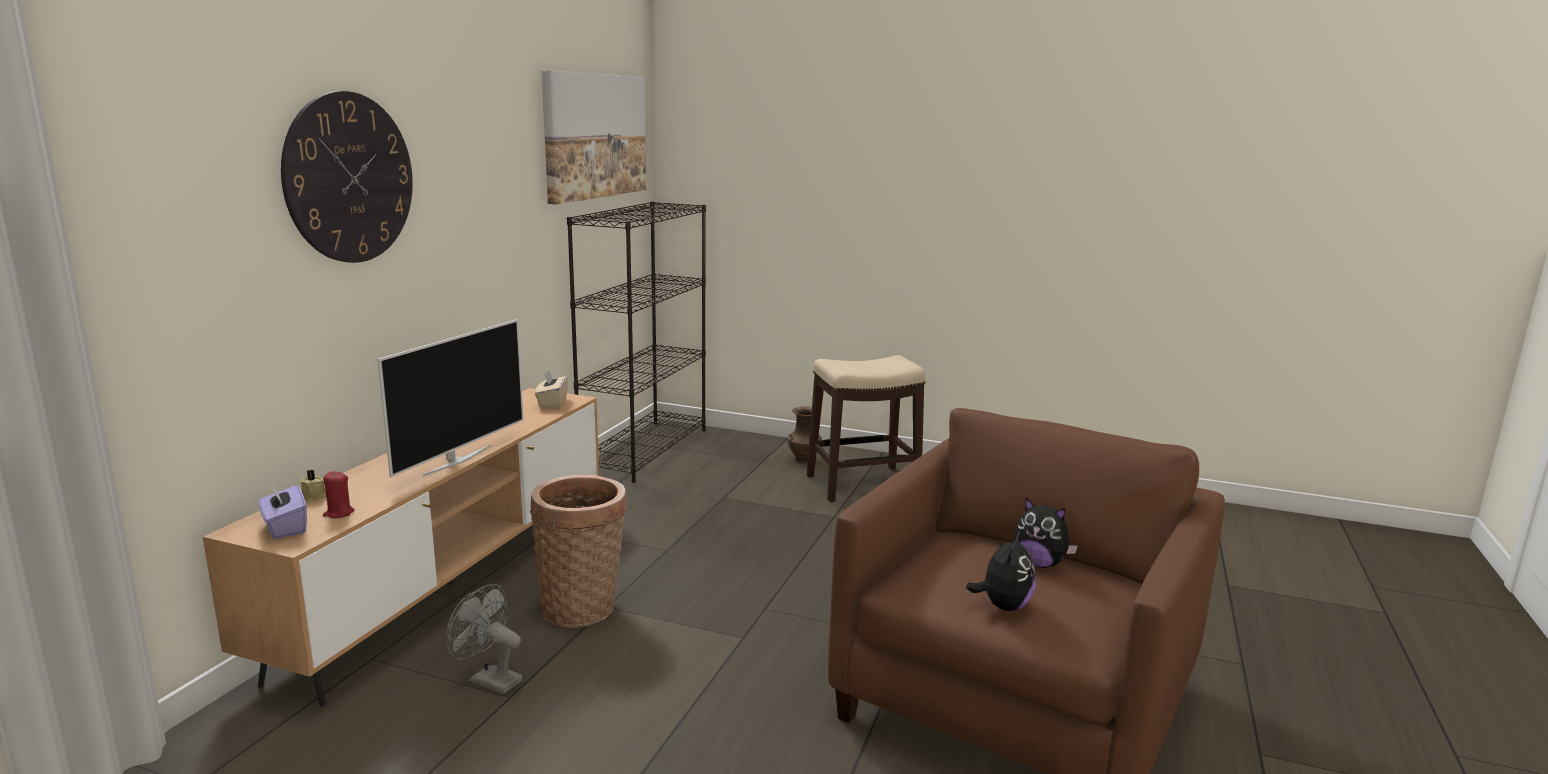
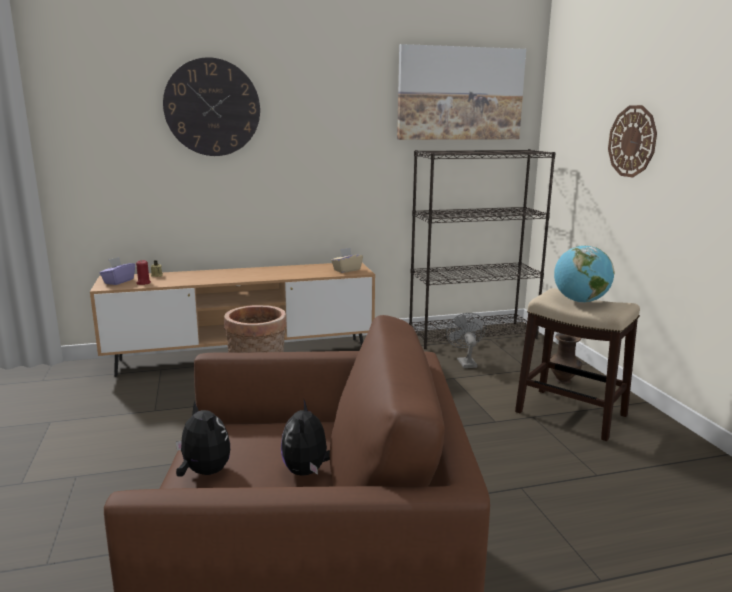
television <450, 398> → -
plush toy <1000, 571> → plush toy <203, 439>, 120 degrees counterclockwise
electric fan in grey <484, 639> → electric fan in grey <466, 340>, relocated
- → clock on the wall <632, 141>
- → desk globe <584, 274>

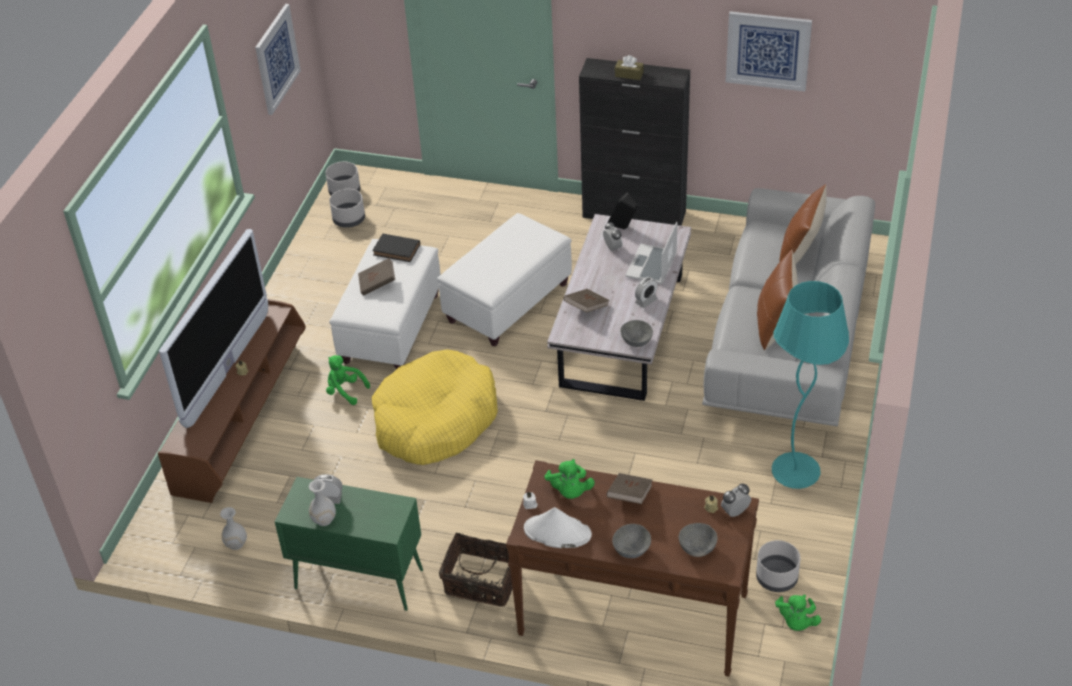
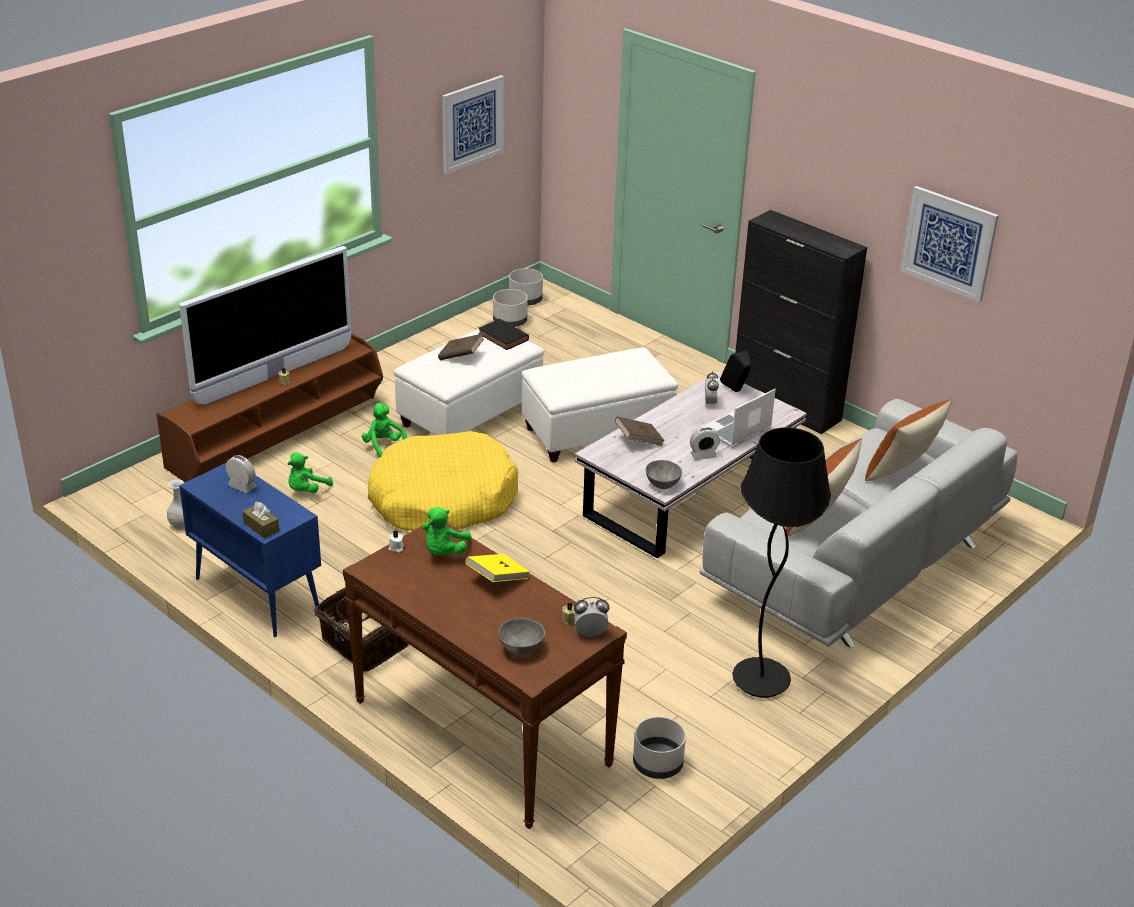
tissue box in brown-coloured <629, 67> → tissue box in brown-coloured <261, 520>, relocated
floor lamp in blue-green <810, 385> → floor lamp in black <781, 563>
bound book in brown-coloured <629, 488> → bound book in yellow <498, 568>
cupboard in greenish <349, 544> → cupboard in blue-coloured <250, 550>
vase in white-coloured <322, 503> → -
hat in white-coloured <558, 527> → -
serving bowl in grey <631, 541> → -
plush toy in greenish <798, 612> → plush toy in greenish <310, 472>, relocated

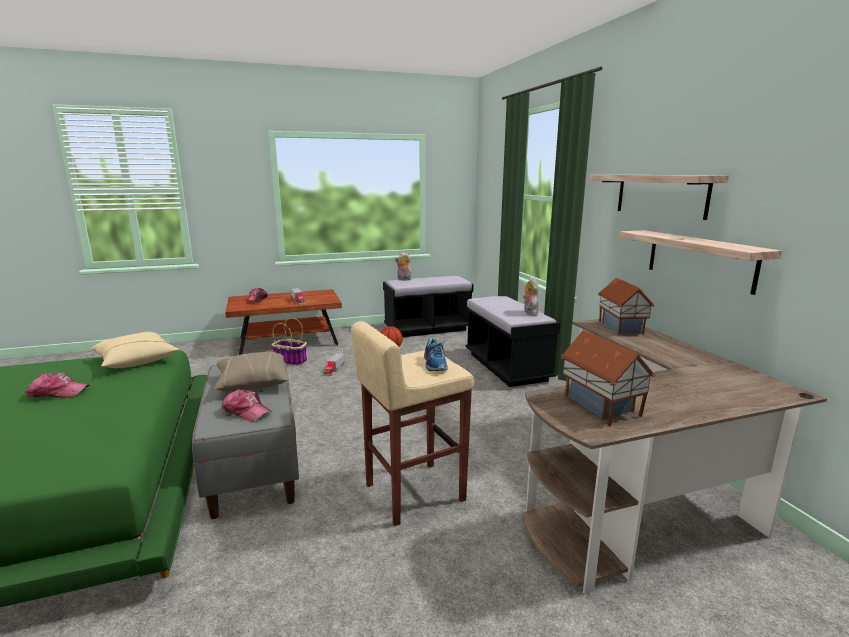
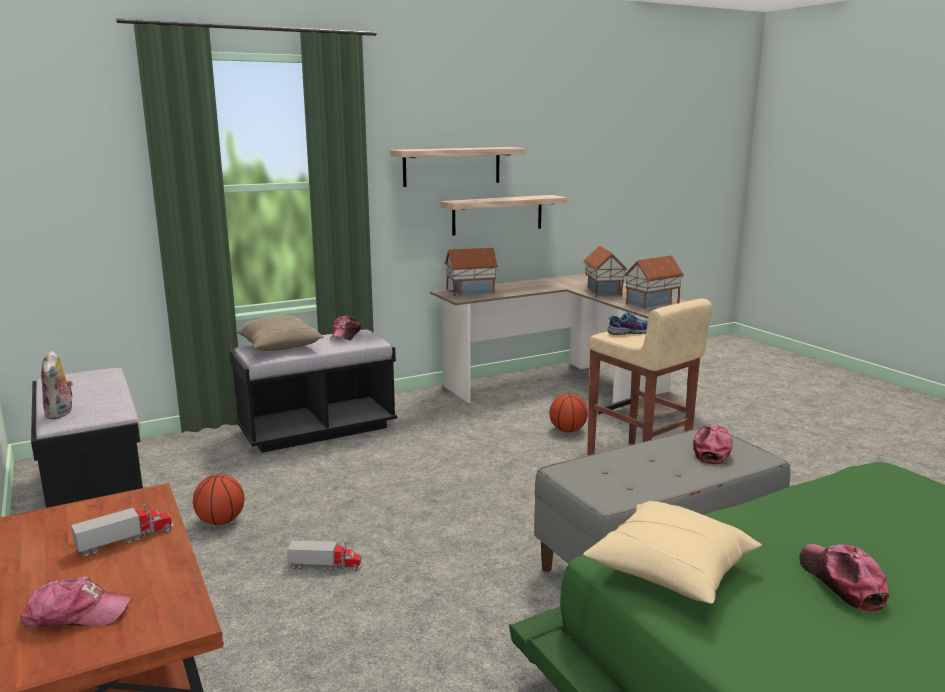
plush toy <531, 296> → peaked cap <346, 327>
basket <289, 342> → -
throw pillow in sand-coloured <251, 371> → throw pillow in sand-coloured <279, 333>, relocated
- → model house <605, 271>
- → basketball ball <568, 412>

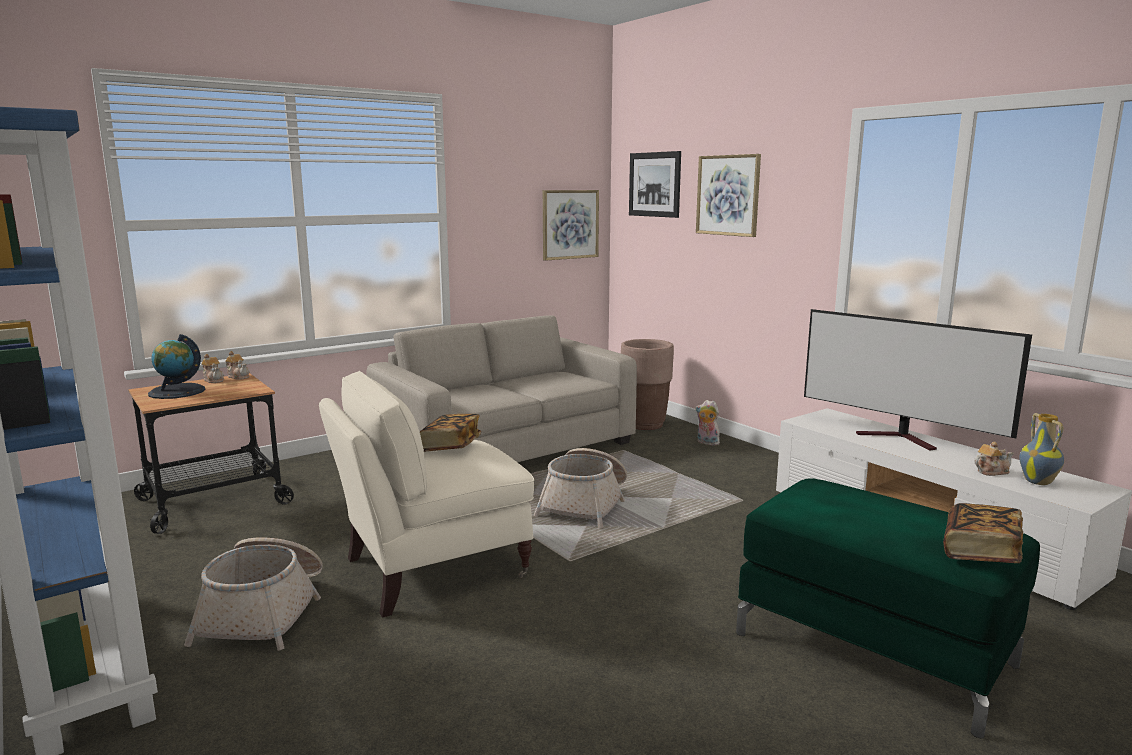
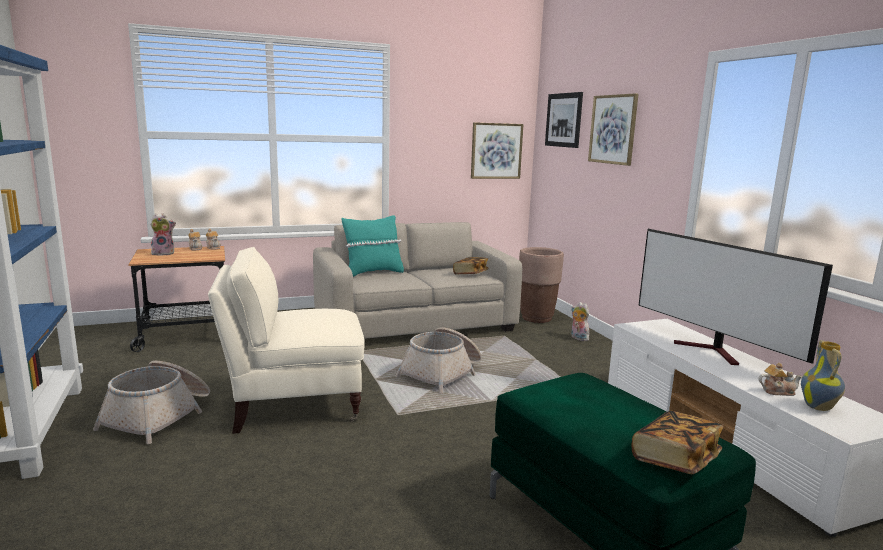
desk globe <177, 366> → plush toy <163, 234>
bound book <450, 433> → bound book <470, 265>, relocated
- → throw pillow in blue-green <373, 246>

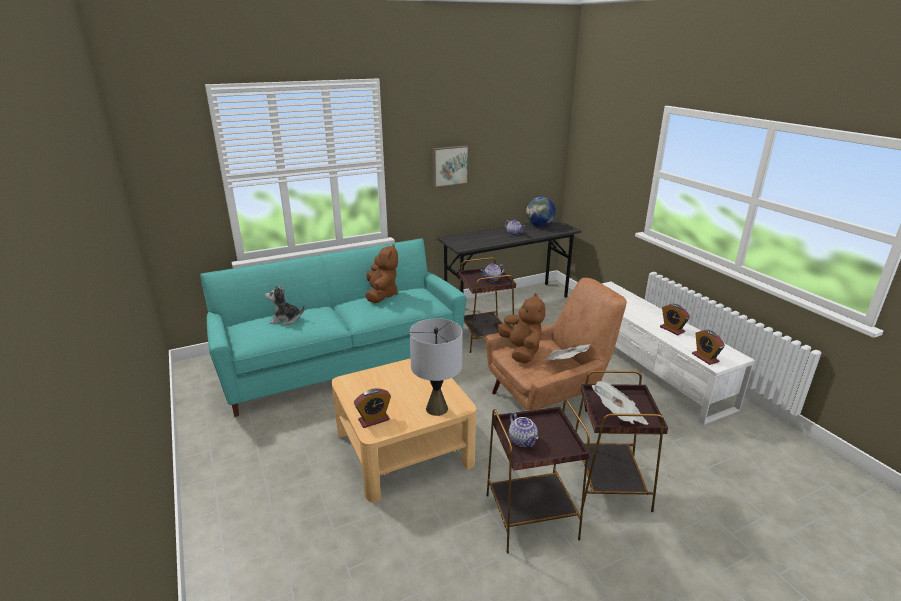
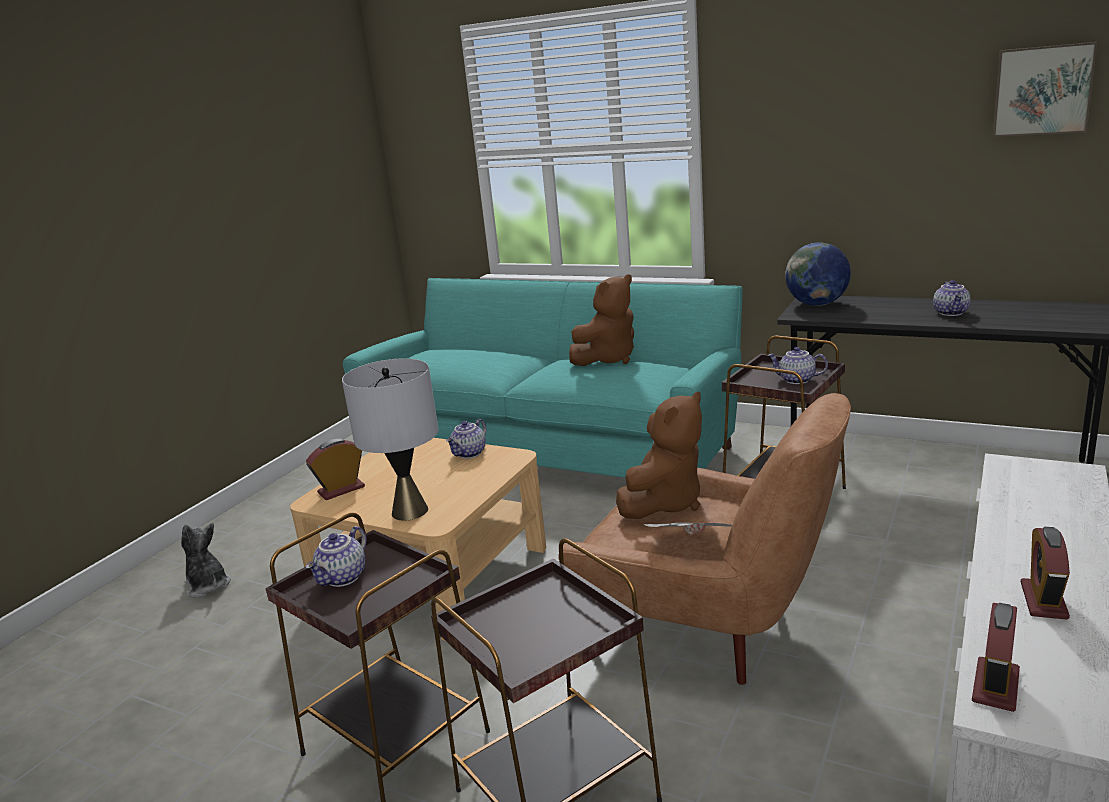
picture <450, 166> → picture <1045, 89>, relocated
desk globe <541, 212> → desk globe <818, 274>, relocated
plush toy <285, 304> → plush toy <205, 560>, relocated
printed paper <620, 403> → -
bedside clock <372, 408> → bedside clock <335, 469>, 120 degrees clockwise
- → teapot <466, 438>

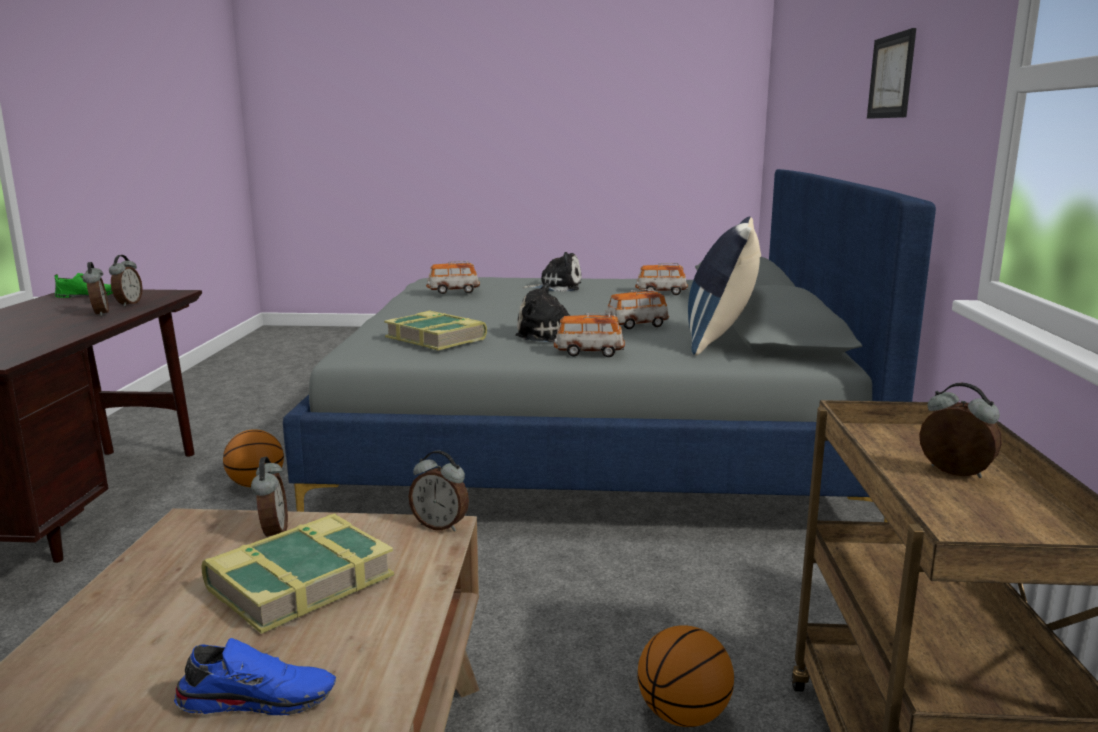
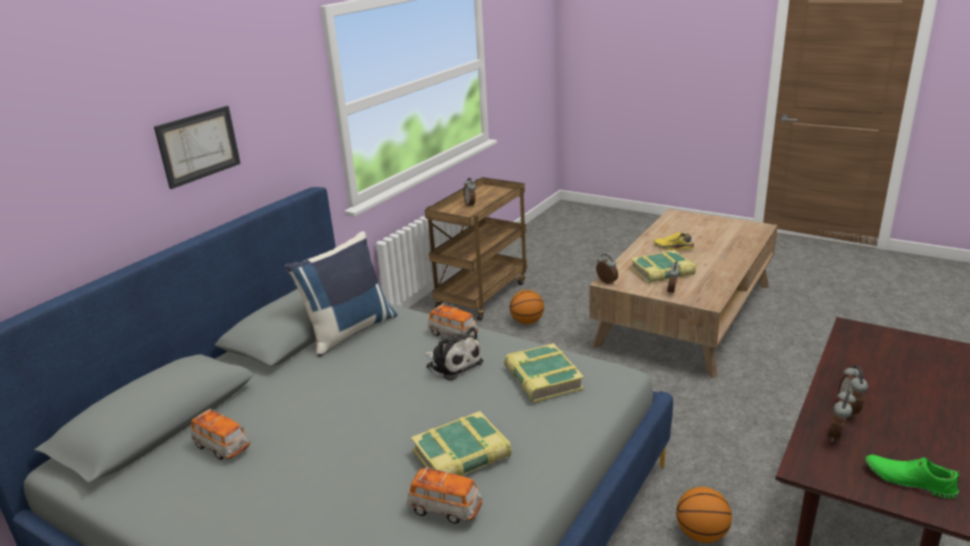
plush toy <552, 272> → -
model car <637, 309> → -
shoe in blue-coloured <255, 676> → shoe in yellow <674, 241>
- → bound book <461, 443>

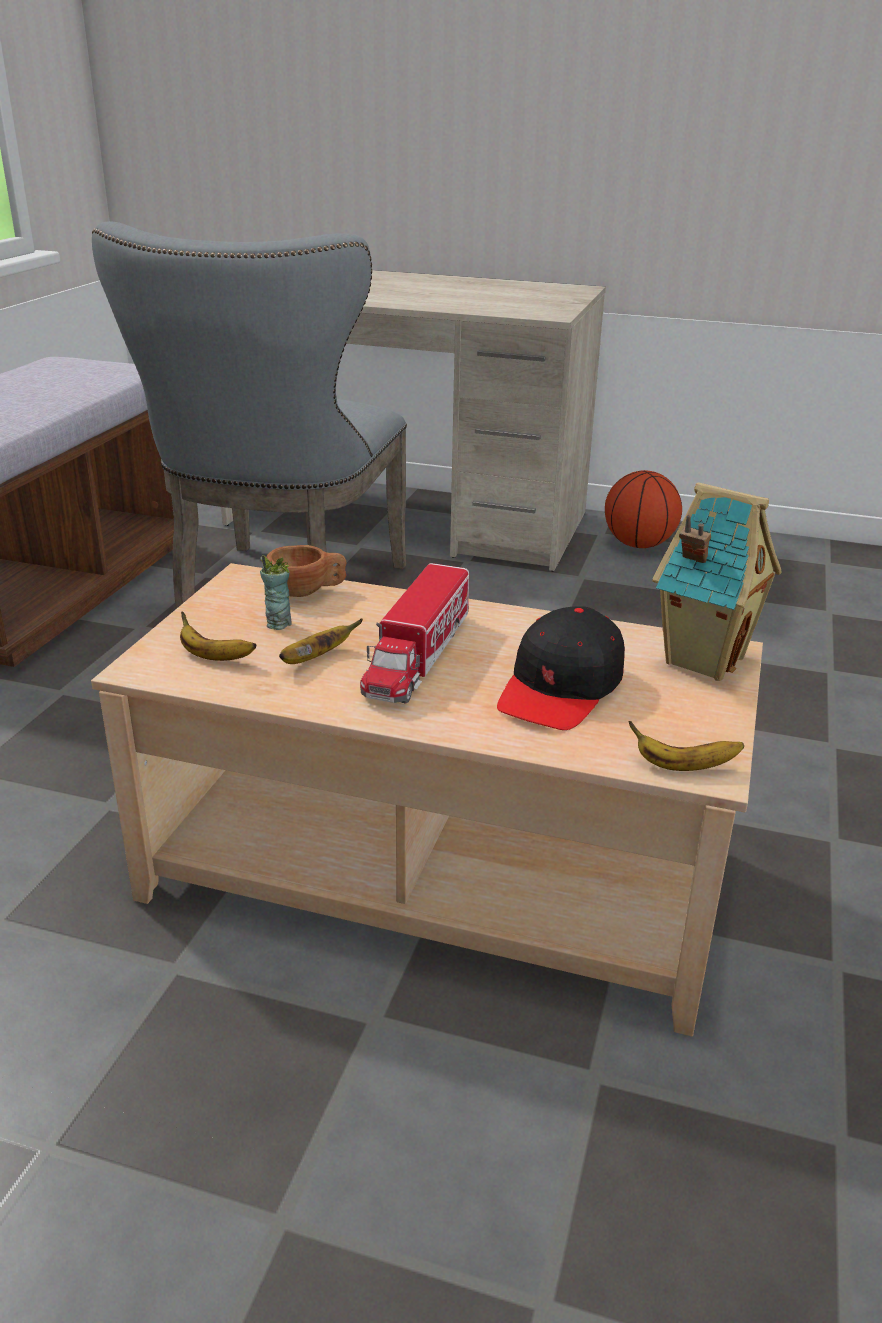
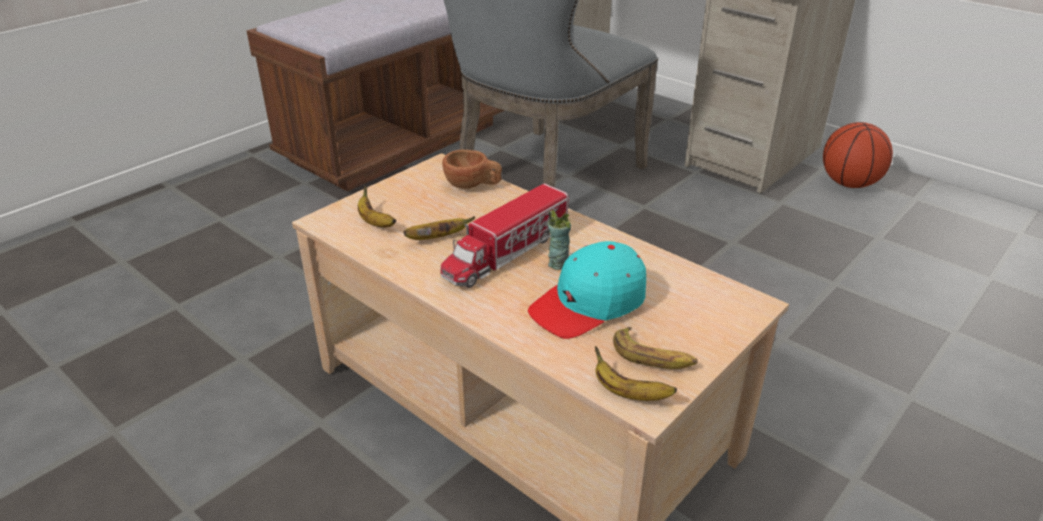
model house <717, 581> → -
small cup <276, 592> → small cup <559, 240>, relocated
peaked cap in black <561, 668> → peaked cap in blue-green <587, 290>
- → whole banana <655, 348>

